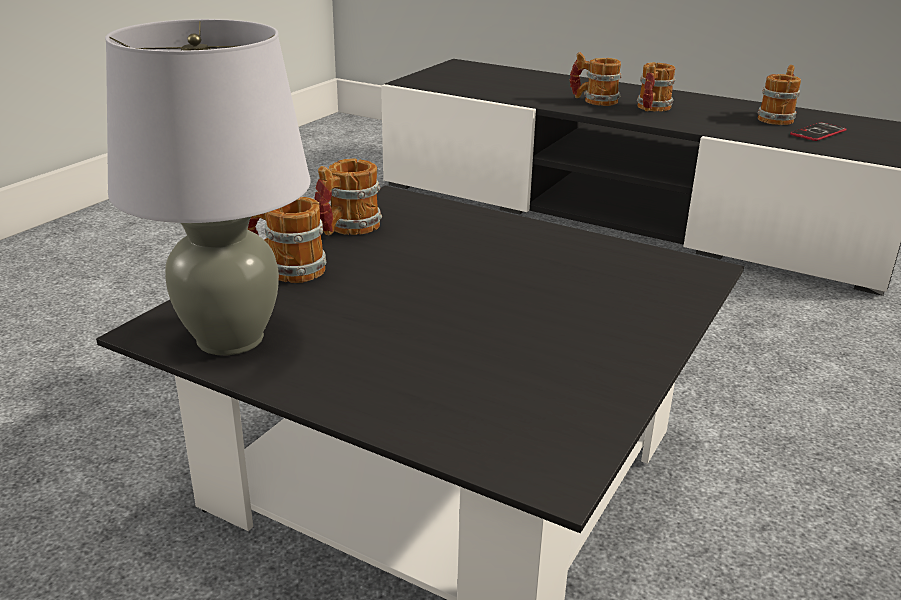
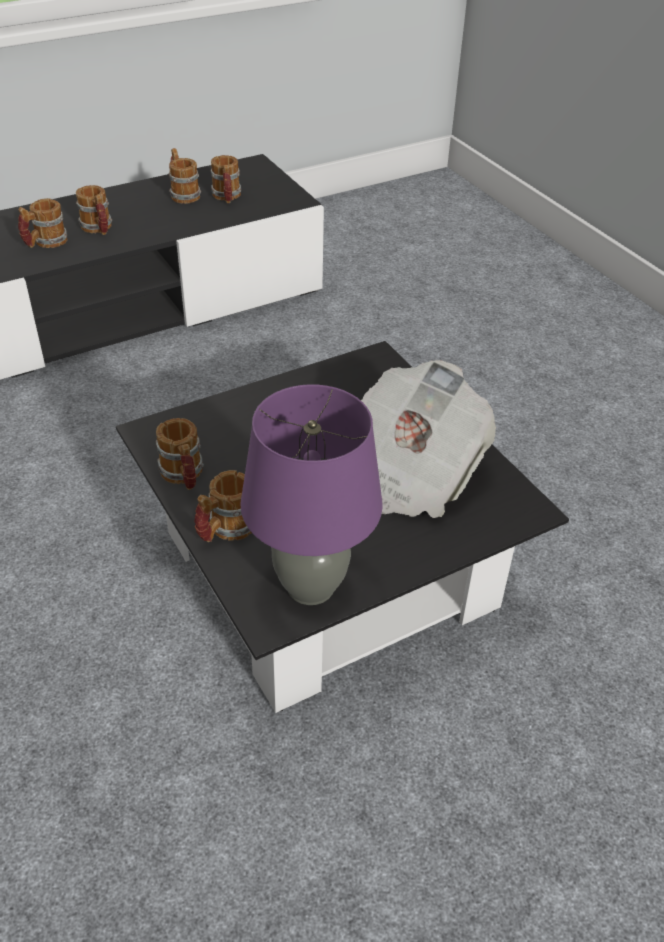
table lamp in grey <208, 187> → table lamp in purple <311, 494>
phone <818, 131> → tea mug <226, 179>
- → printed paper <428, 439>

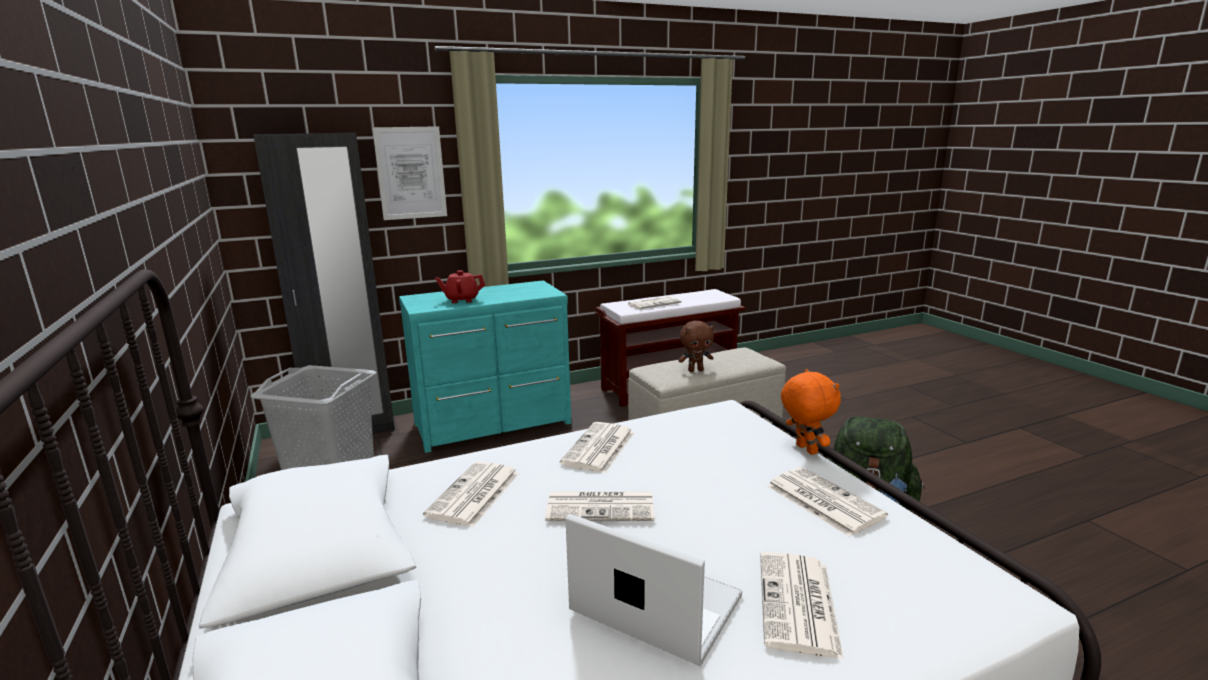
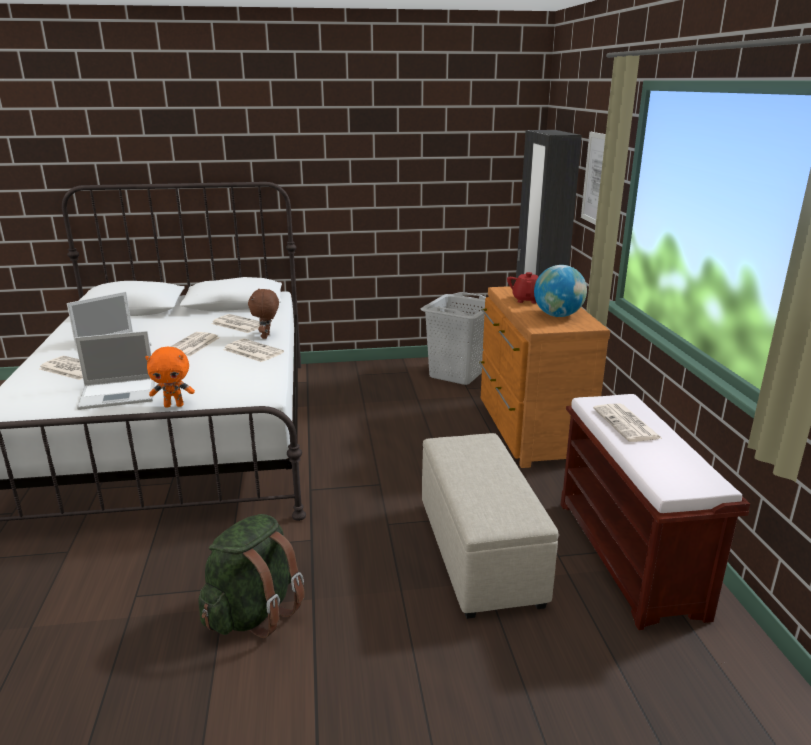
chest of drawers in blue-green <485, 366> → chest of drawers in brown-coloured <544, 377>
plush toy in brown-coloured <696, 346> → plush toy in brown-coloured <263, 314>, relocated
printed paper <827, 502> → portable computer <115, 370>
- → desk globe <560, 291>

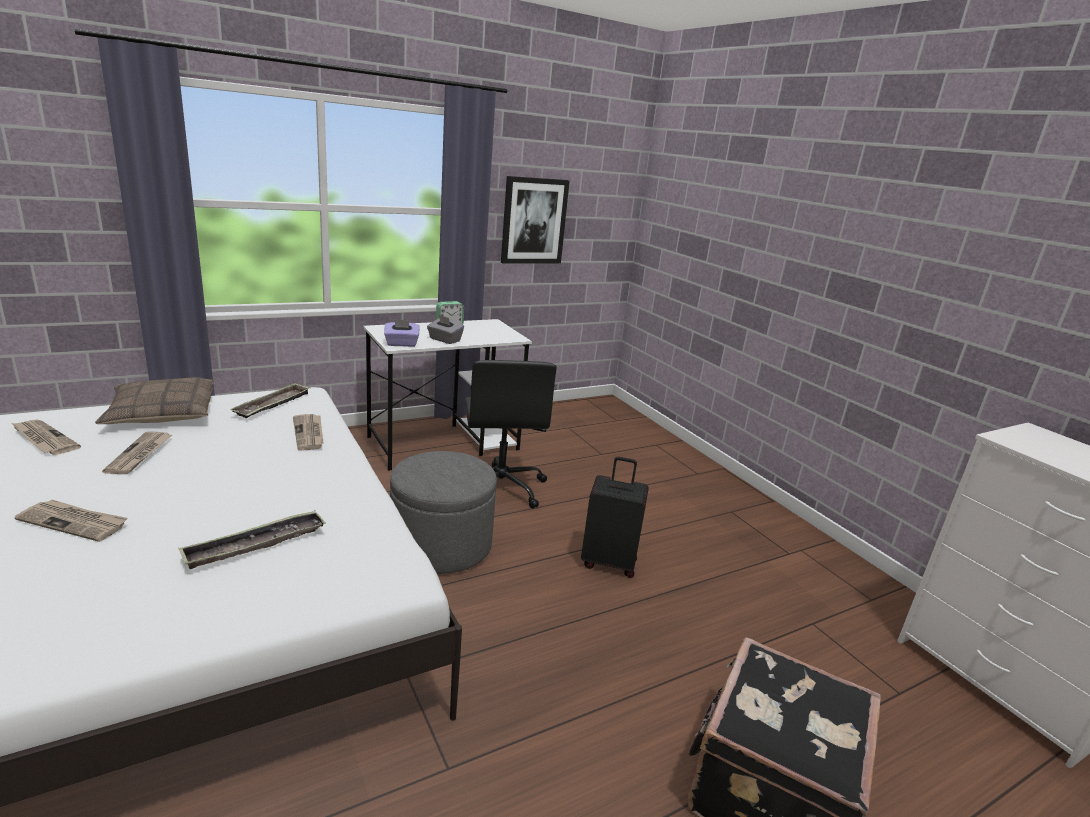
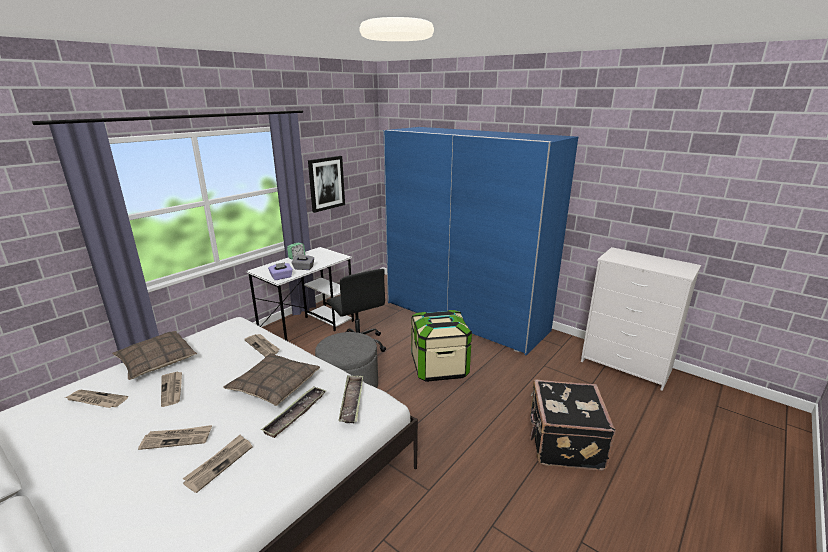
carrying tray <270, 400> → carrying tray <350, 399>, relocated
travel case in black <615, 517> → storage container <442, 346>
- → clothes cupboard in blue-coloured <480, 241>
- → throw pillow <271, 379>
- → printed paper <218, 464>

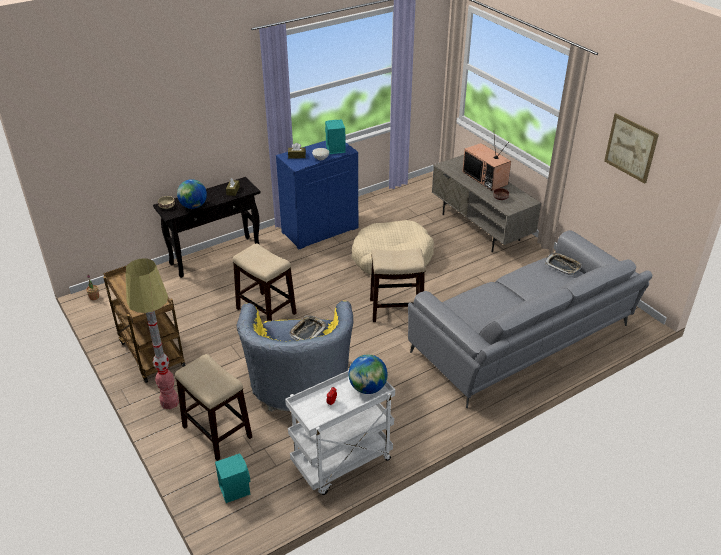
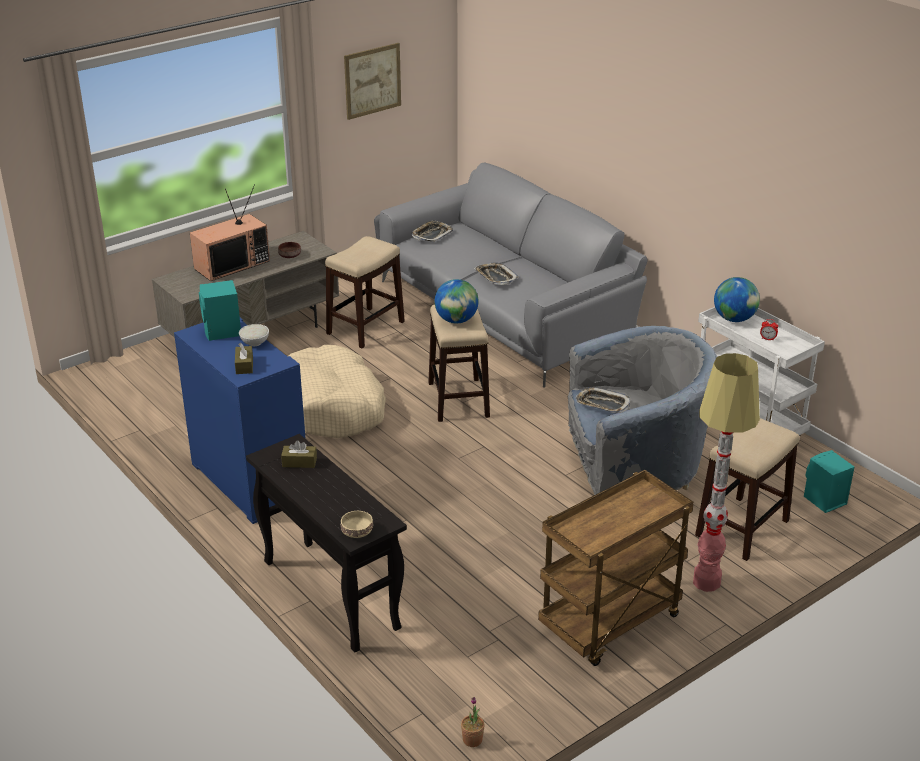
desk globe <192, 194> → desk globe <457, 301>, relocated
sitting stool <265, 282> → sitting stool <365, 292>, relocated
easy chair in yellow <295, 356> → easy chair in grey <642, 410>
- → carrying tray <496, 274>

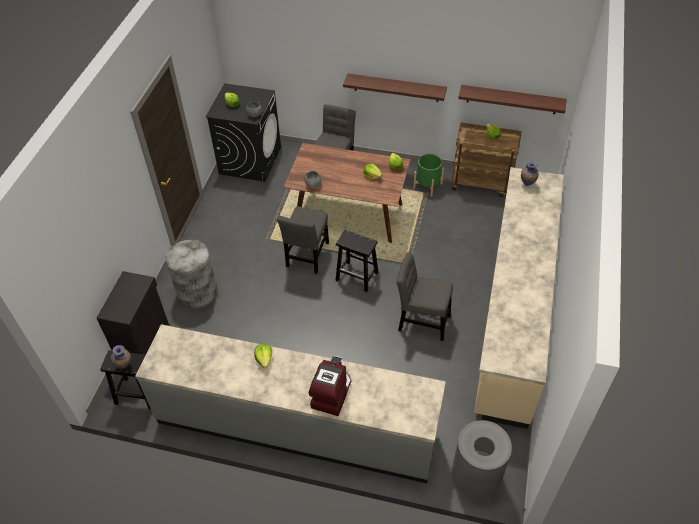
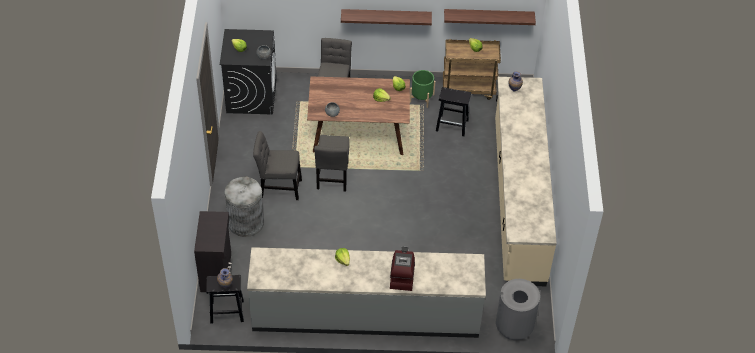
sitting stool in black <357, 261> → sitting stool in black <453, 111>, relocated
chair in grey <425, 296> → chair in grey <277, 165>, relocated

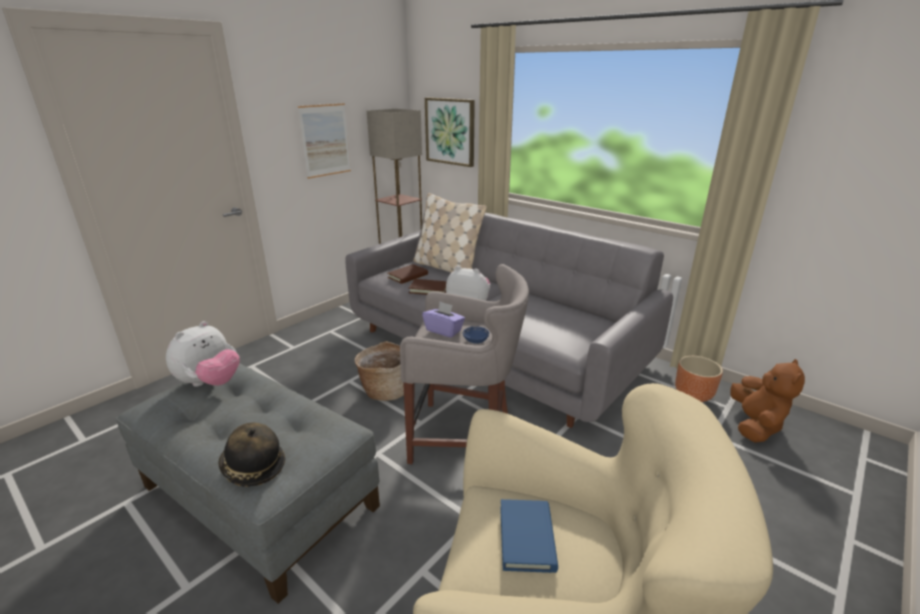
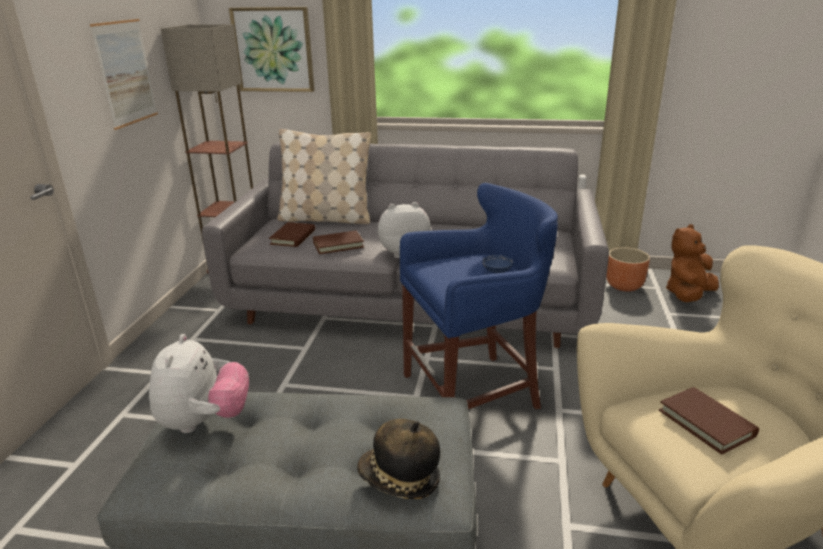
sitting stool in grey <464, 364> → sitting stool in blue-coloured <479, 296>
tissue box in purple <443, 320> → -
basket <379, 371> → -
plush toy in brown-coloured <767, 401> → plush toy in brown-coloured <692, 263>, 120 degrees counterclockwise
bound book in blue-coloured <529, 536> → bound book in brown-coloured <709, 421>

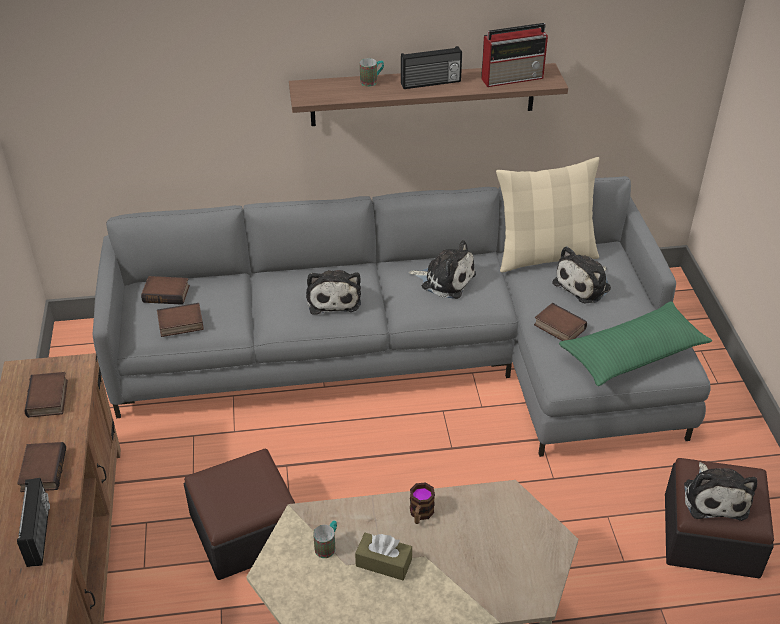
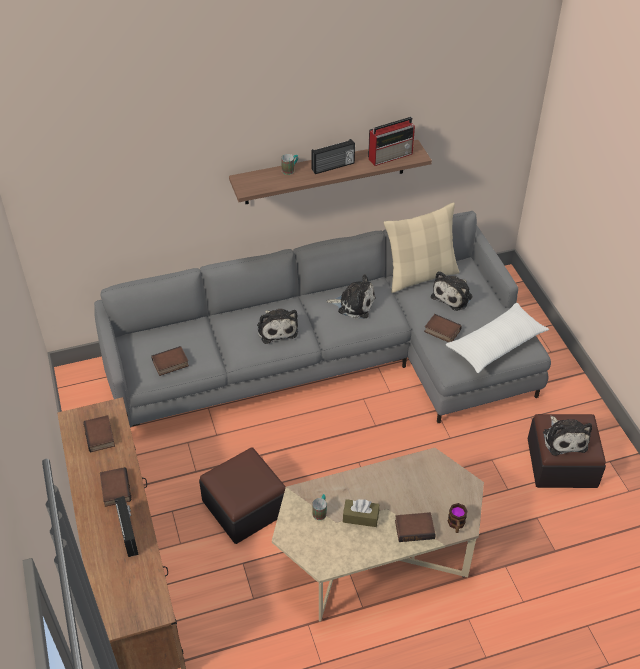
bound book <165, 290> → bound book <415, 527>, relocated
throw pillow in greenish <635, 343> → throw pillow in white-coloured <497, 338>
tea mug <422, 503> → tea mug <458, 518>, relocated

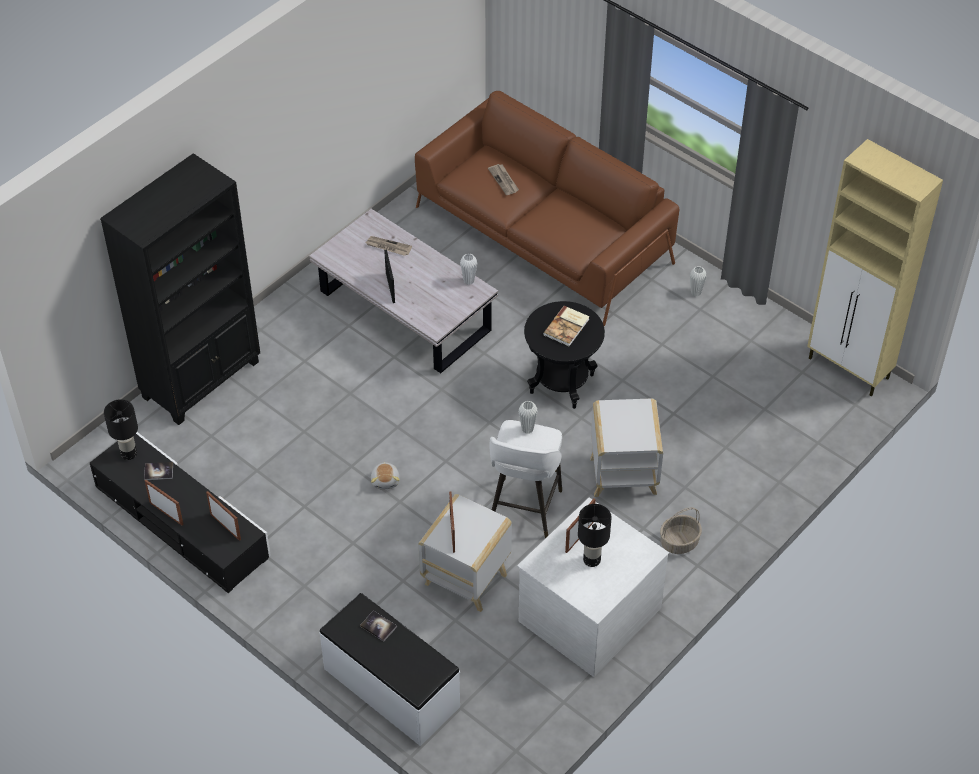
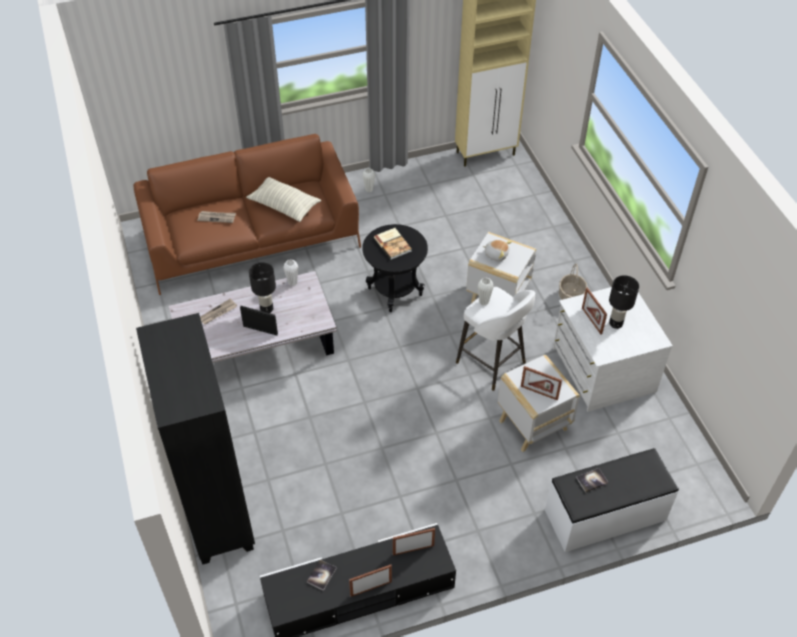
table lamp in black <121, 429> → table lamp in black <262, 287>, relocated
plush toy <385, 475> → plush toy <497, 250>, relocated
- → throw pillow <283, 199>

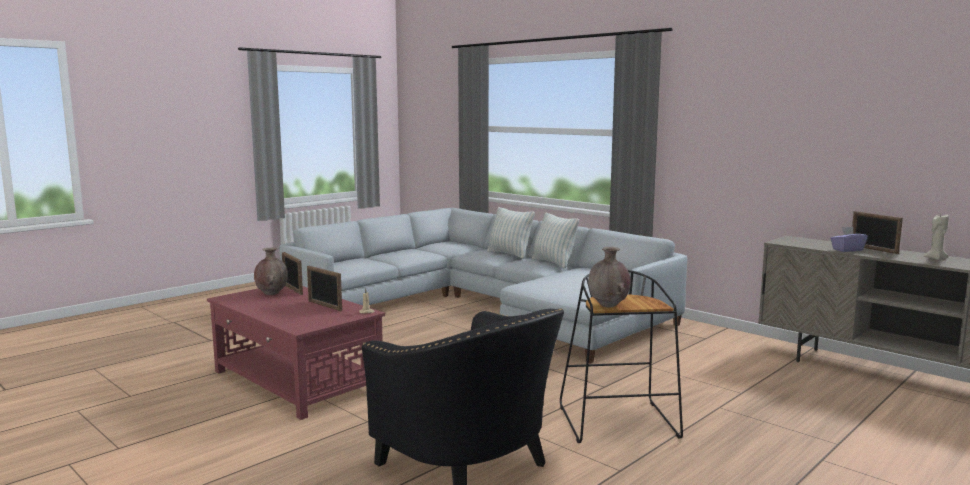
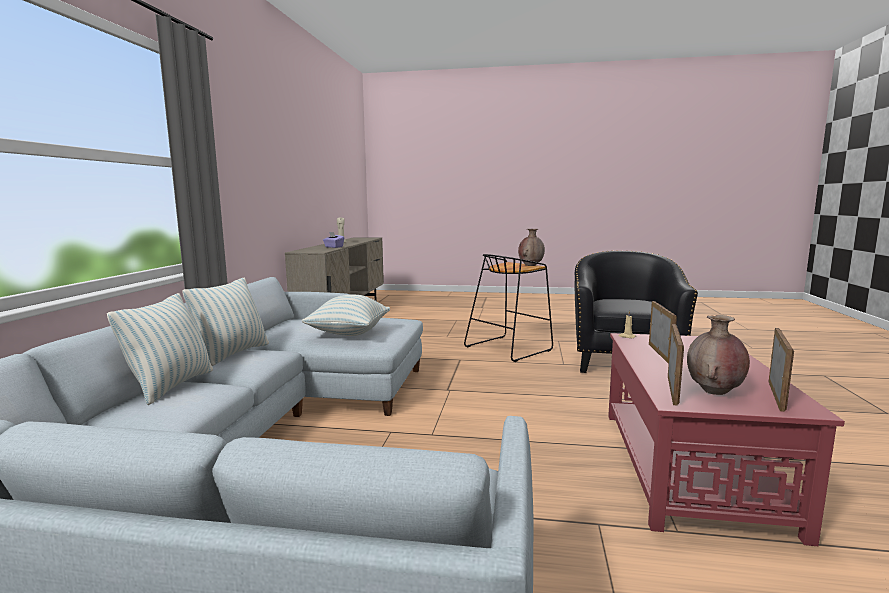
standing frame <877, 232> → standing frame <781, 370>, relocated
- → throw pillow <346, 315>

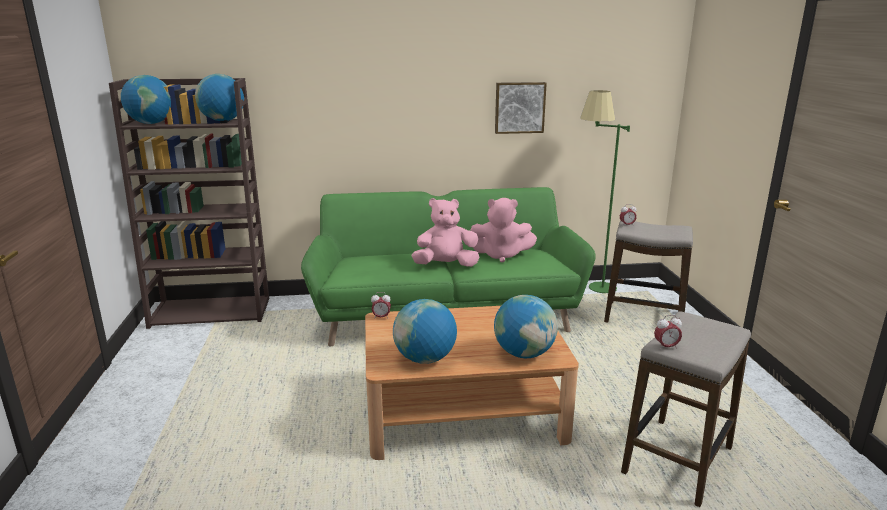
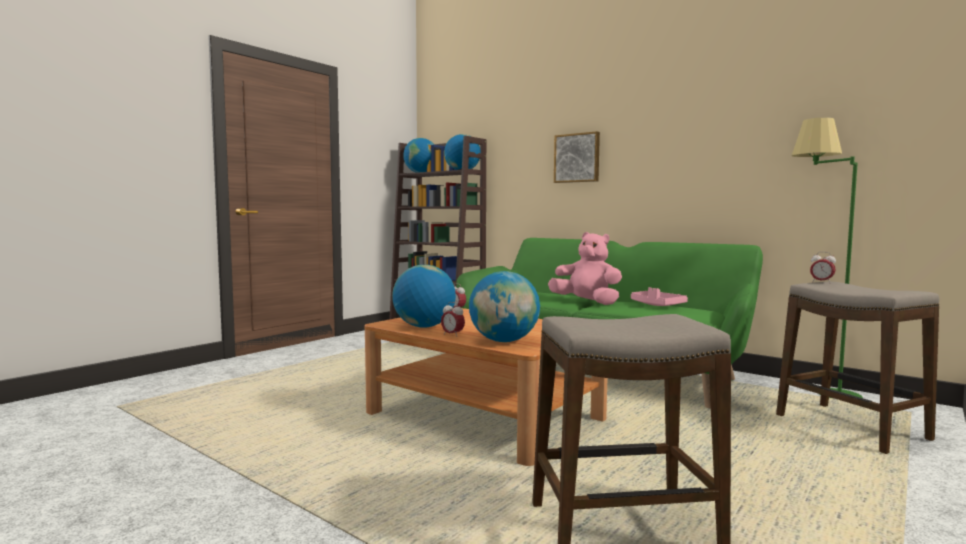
picture <521, 108> → picture <577, 157>, relocated
plush toy in pink-coloured <503, 230> → carrying tray in pink-coloured <659, 296>
bedside clock <668, 332> → bedside clock <453, 319>, relocated

